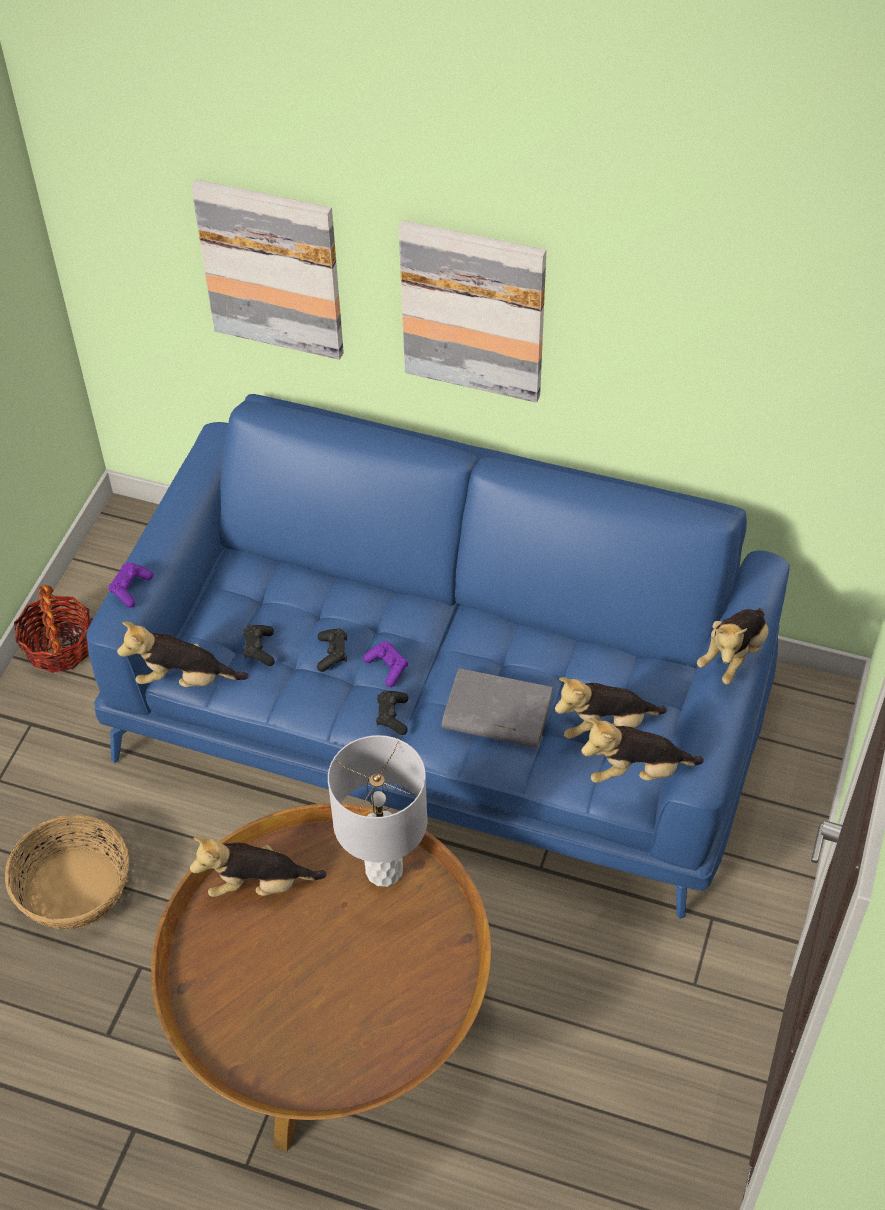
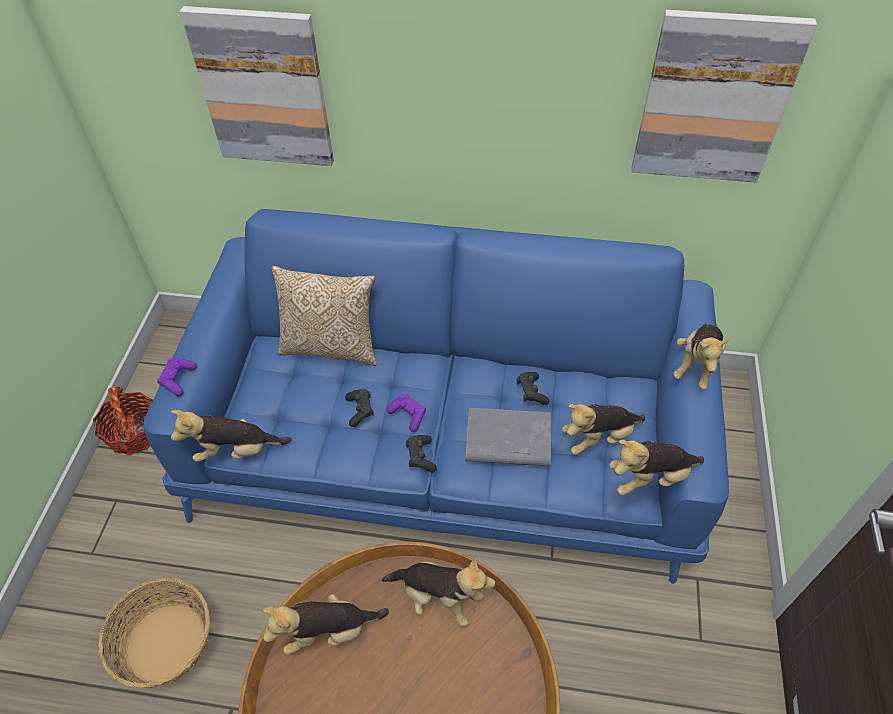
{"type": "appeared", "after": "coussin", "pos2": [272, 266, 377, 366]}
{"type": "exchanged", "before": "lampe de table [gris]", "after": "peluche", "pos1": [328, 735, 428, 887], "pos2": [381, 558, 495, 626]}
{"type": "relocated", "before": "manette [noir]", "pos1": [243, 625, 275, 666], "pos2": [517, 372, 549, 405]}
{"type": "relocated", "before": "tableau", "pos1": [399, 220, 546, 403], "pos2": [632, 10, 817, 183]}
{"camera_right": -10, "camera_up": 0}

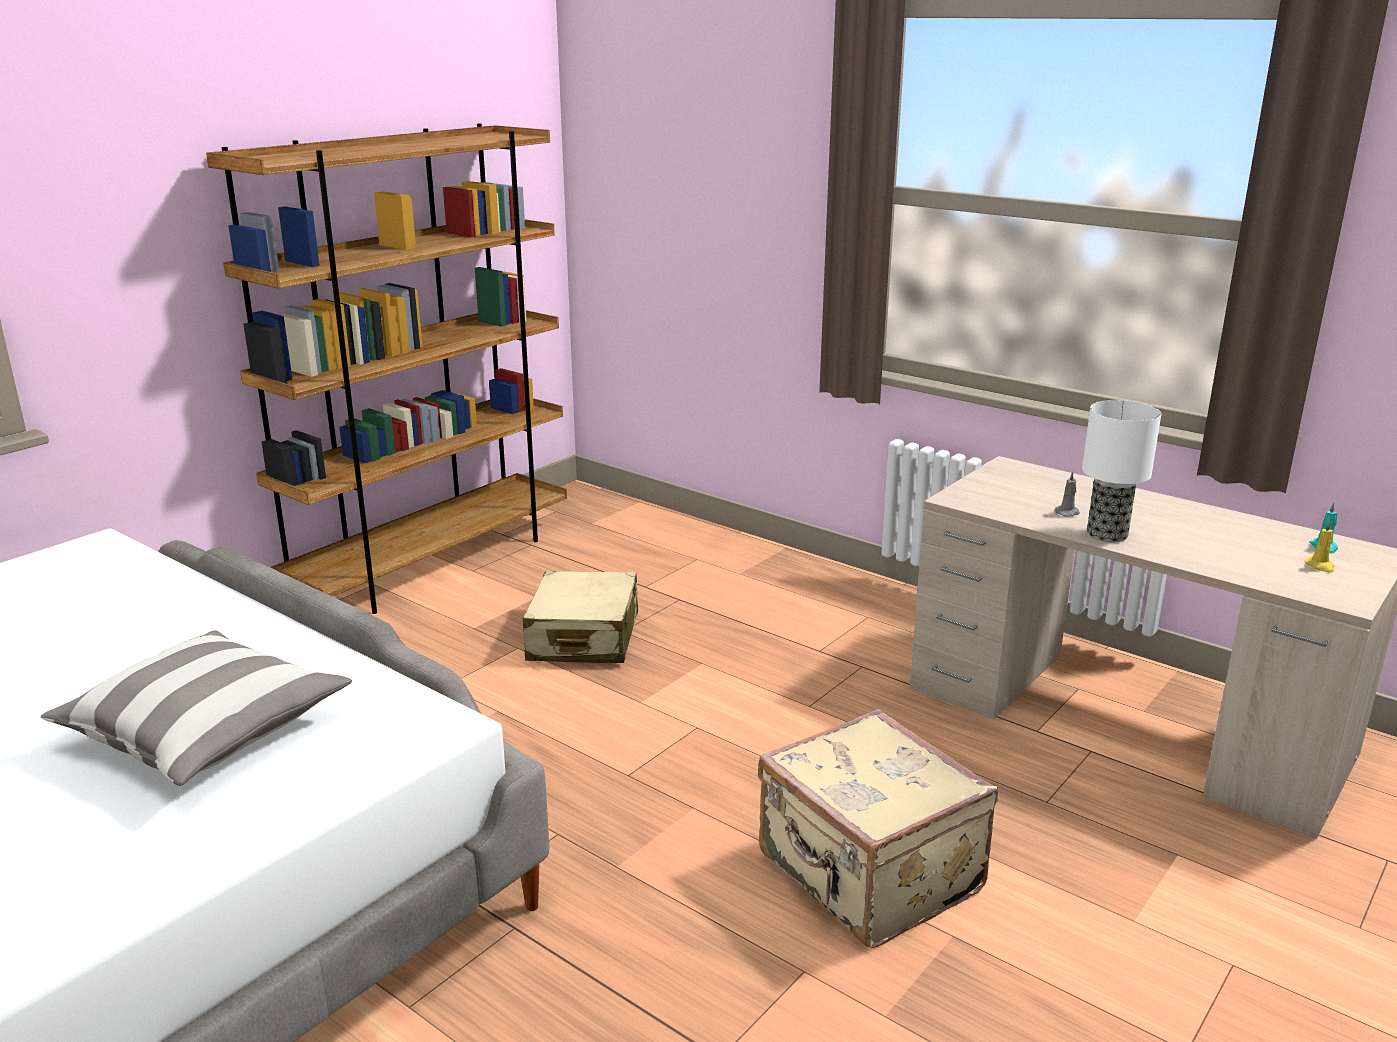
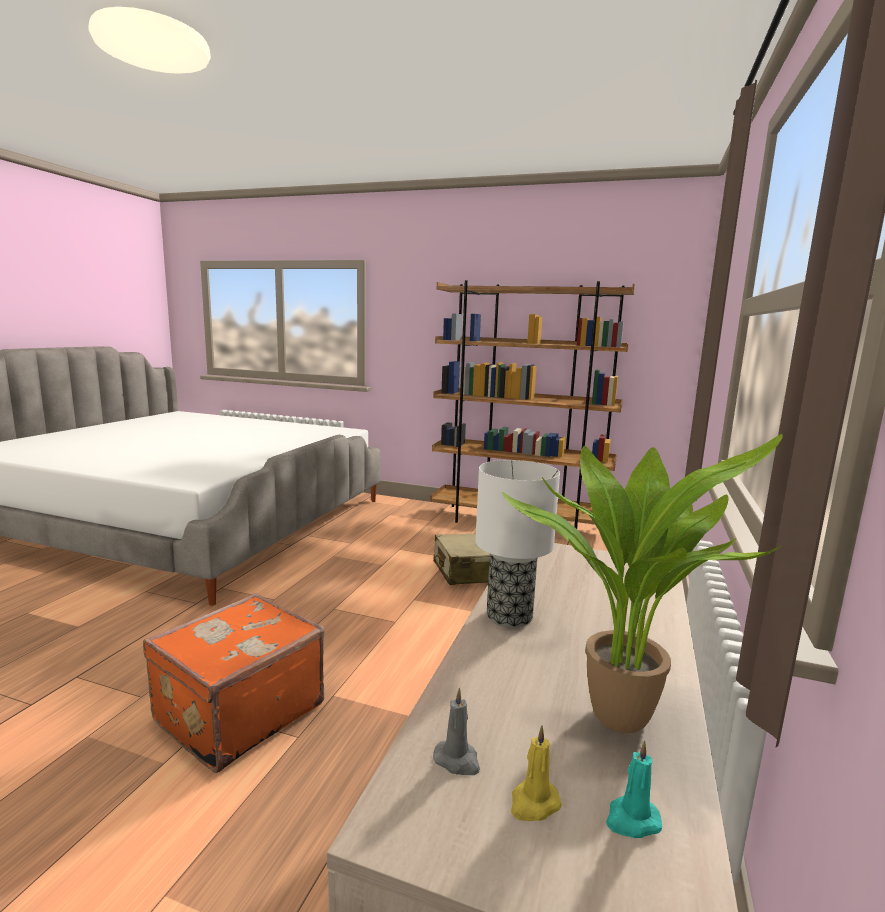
{"type": "colour", "before": "valise [beige]", "after": "valise [orange]", "pos1": [758, 709, 998, 948], "pos2": [143, 593, 325, 773]}
{"type": "relocated", "before": "bougie [gris]", "pos1": [1054, 471, 1080, 517], "pos2": [433, 687, 480, 775]}
{"type": "appeared", "after": "plante en pot", "pos2": [502, 434, 783, 733]}
{"type": "missing", "before": "coussin", "pos1": [40, 630, 352, 786]}
{"camera_right": 70, "camera_up": -10}

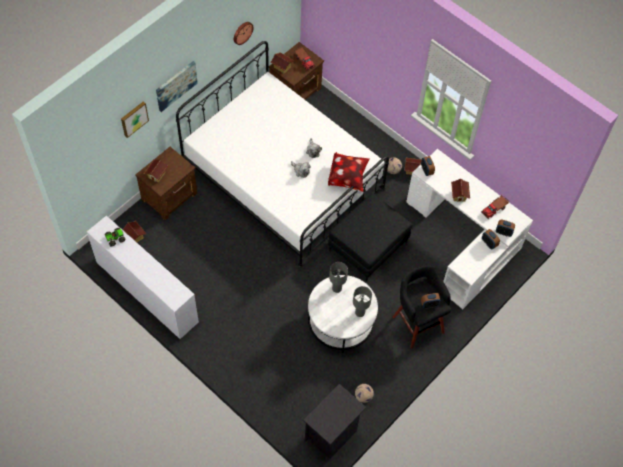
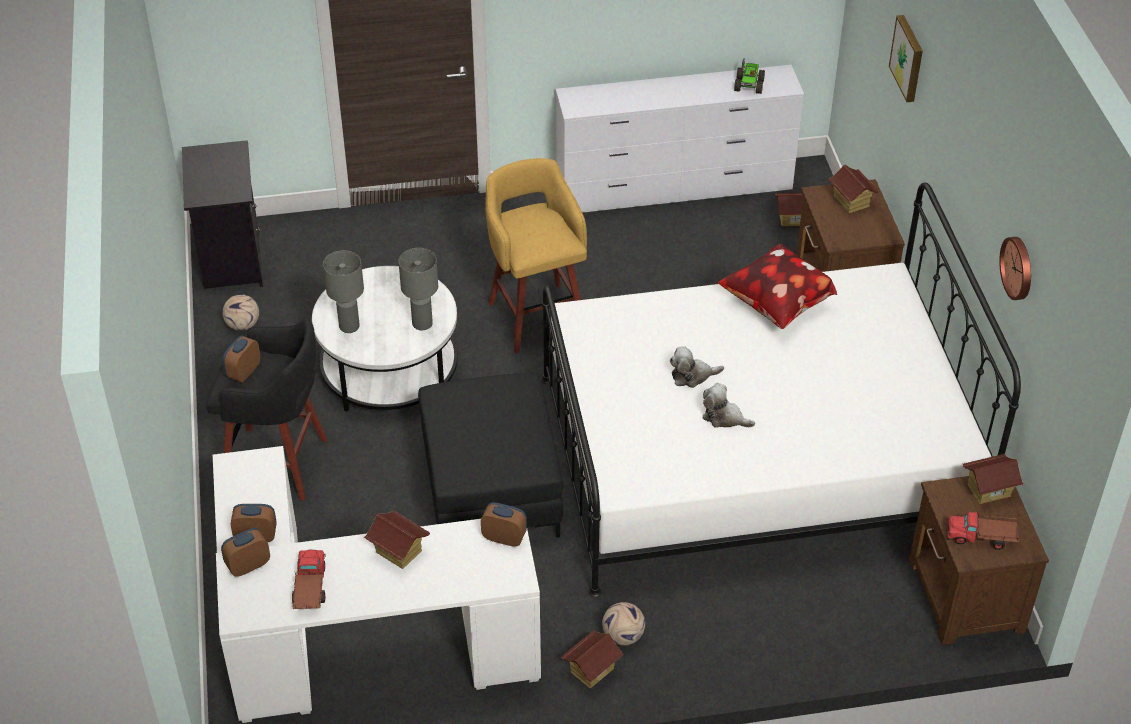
{"type": "appeared", "after": "tabouret [jaune]", "pos2": [485, 158, 587, 354]}
{"type": "relocated", "before": "coussin", "pos1": [328, 152, 370, 192], "pos2": [718, 244, 837, 329]}
{"type": "missing", "before": "tableau", "pos1": [156, 61, 198, 112]}
{"camera_right": 130, "camera_up": -15}

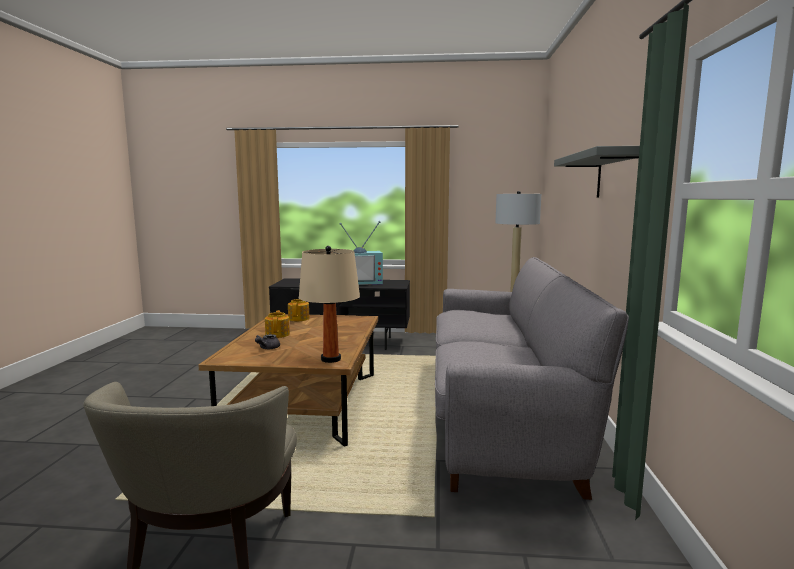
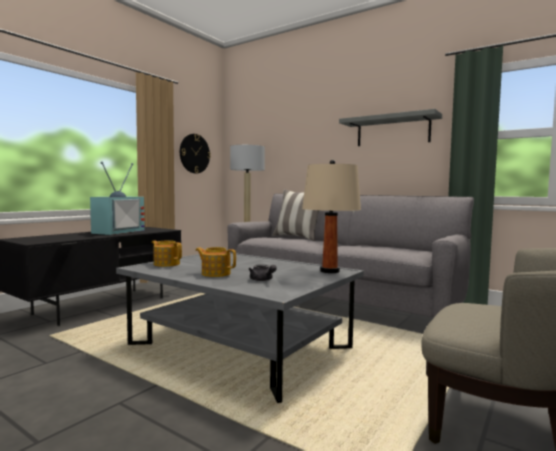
{"type": "colour", "before": "table basse [marron]", "after": "table basse [gris]", "pos1": [198, 314, 378, 447], "pos2": [116, 253, 364, 403]}
{"type": "appeared", "after": "horloge murale", "pos2": [180, 134, 211, 173]}
{"type": "appeared", "after": "coussin", "pos2": [272, 189, 319, 241]}
{"camera_right": -60, "camera_up": -5}

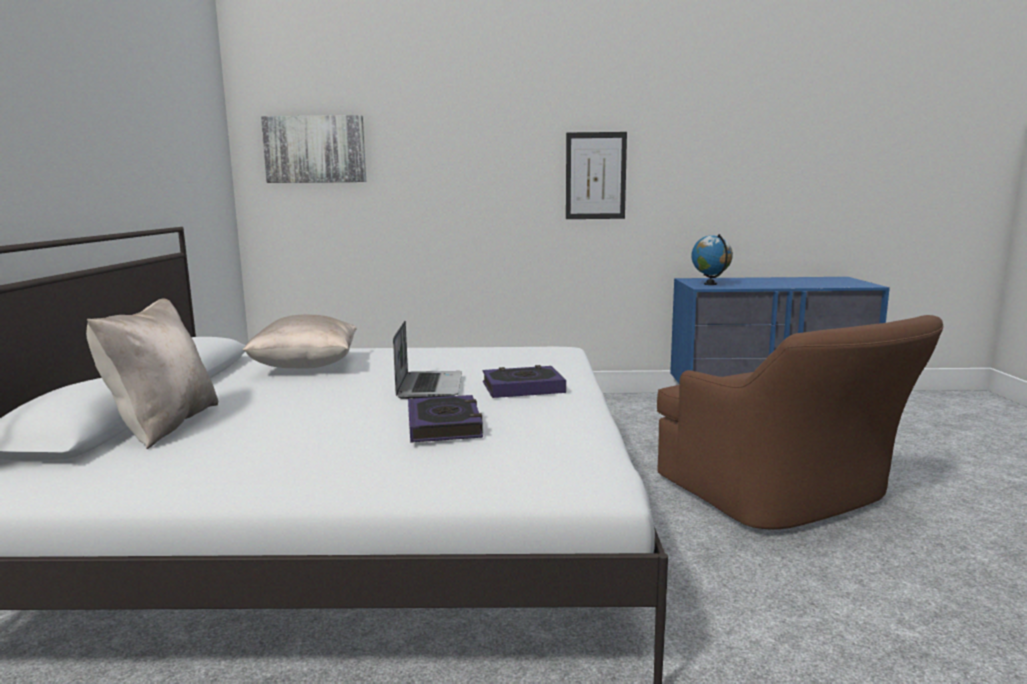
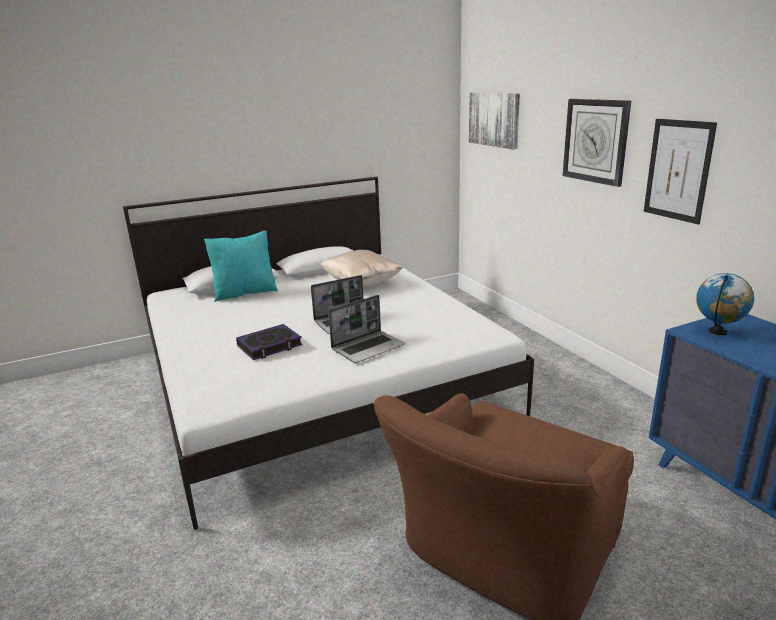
{"type": "colour", "before": "coussin [beige]", "after": "coussin [turquoise]", "pos1": [86, 298, 218, 449], "pos2": [204, 231, 278, 302]}
{"type": "exchanged", "before": "livre", "after": "ordinateur portable", "pos1": [483, 365, 566, 398], "pos2": [328, 295, 405, 363]}
{"type": "appeared", "after": "horloge murale", "pos2": [563, 99, 631, 187]}
{"camera_right": 65, "camera_up": 10}

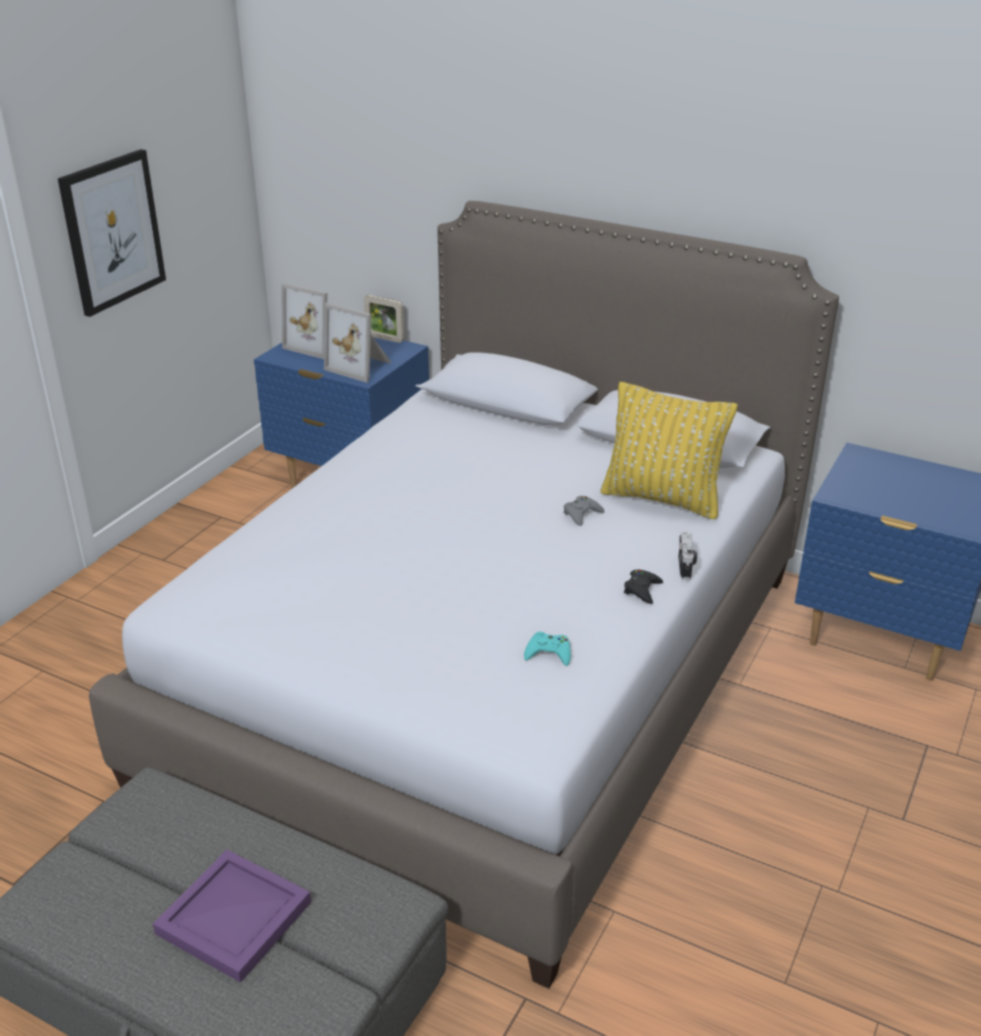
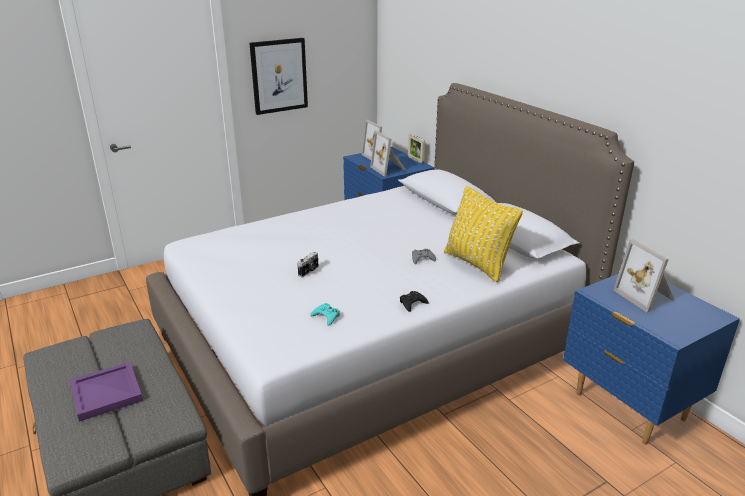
{"type": "relocated", "before": "appareil photo", "pos1": [678, 532, 697, 580], "pos2": [298, 252, 319, 277]}
{"type": "appeared", "after": "cadre photo", "pos2": [613, 239, 674, 313]}
{"camera_right": 30, "camera_up": -5}

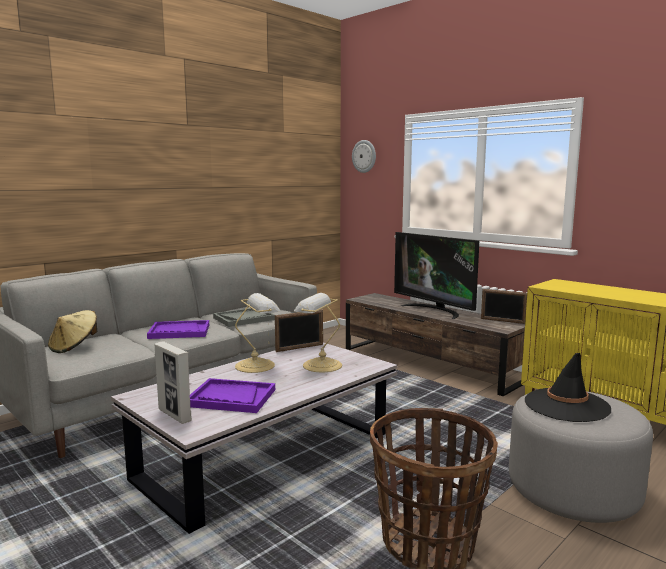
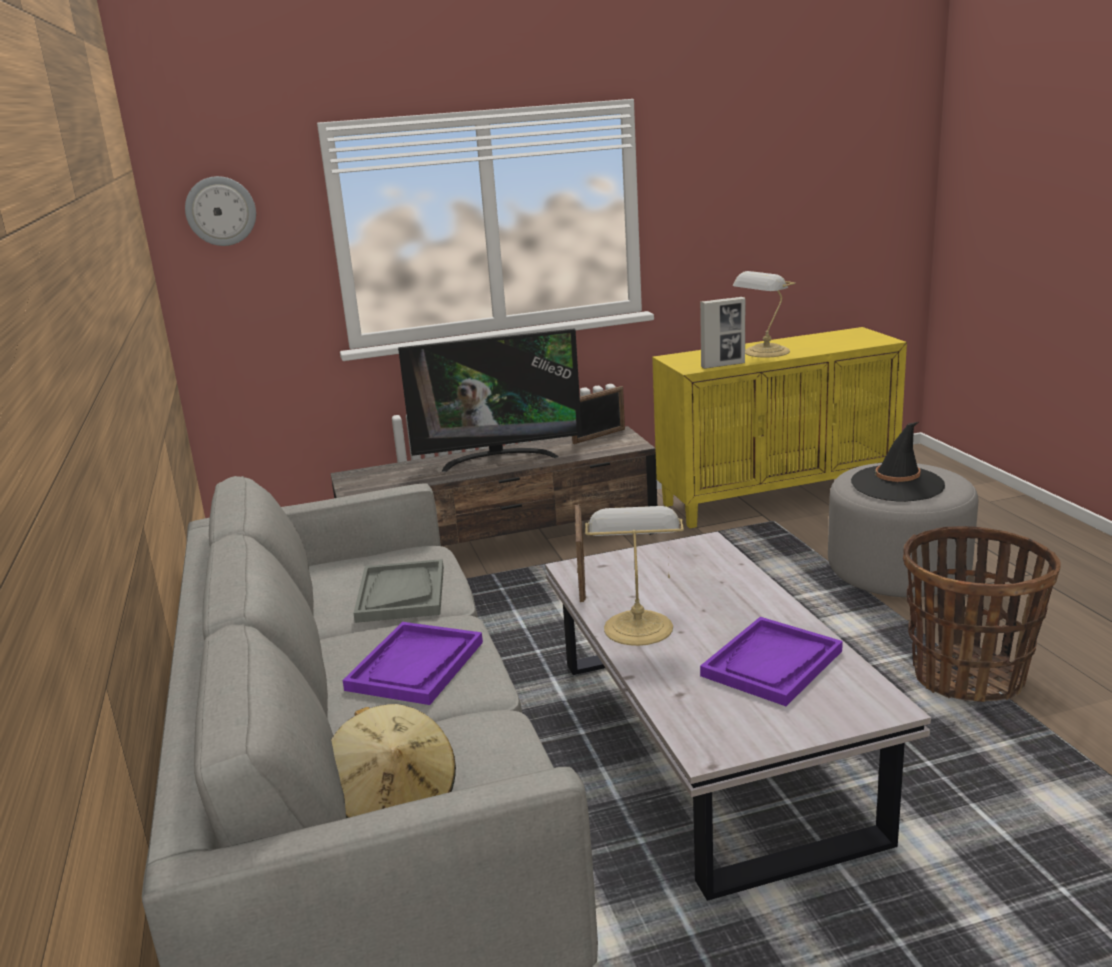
{"type": "relocated", "before": "cadre photo", "pos1": [155, 341, 192, 424], "pos2": [700, 297, 745, 369]}
{"type": "relocated", "before": "lampe de table", "pos1": [294, 293, 342, 372], "pos2": [733, 271, 795, 358]}
{"camera_right": -60, "camera_up": 10}

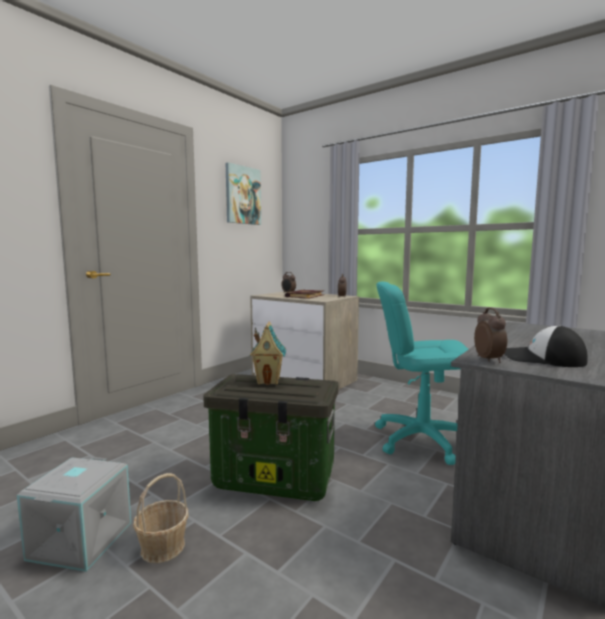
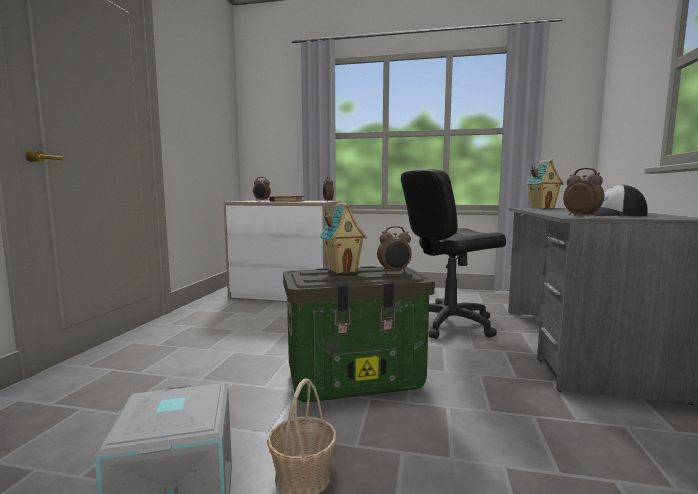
{"type": "appeared", "after": "réveil", "pos2": [377, 226, 412, 273]}
{"type": "colour", "before": "chaise de bureau [turquoise]", "after": "chaise de bureau [noir]", "pos1": [375, 281, 469, 465], "pos2": [401, 169, 506, 339]}
{"type": "appeared", "after": "maison miniature", "pos2": [526, 159, 564, 208]}
{"type": "missing", "before": "tableau", "pos1": [226, 162, 261, 225]}
{"camera_right": -25, "camera_up": 0}

